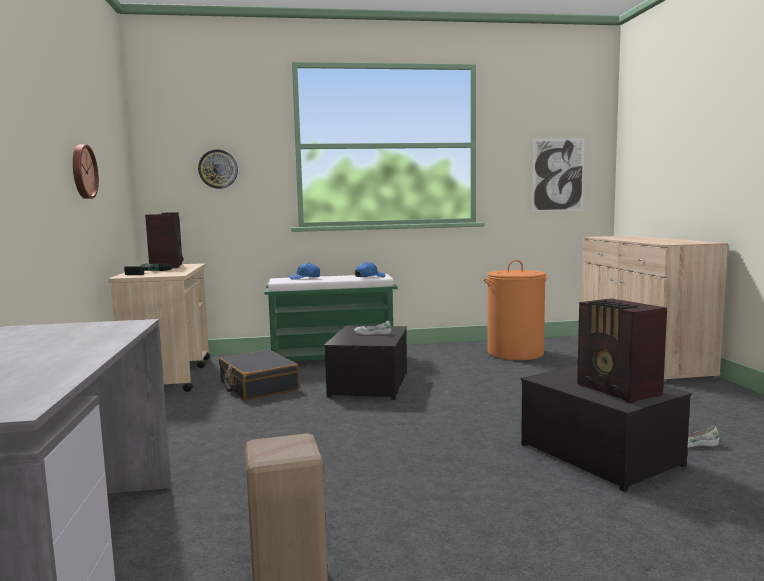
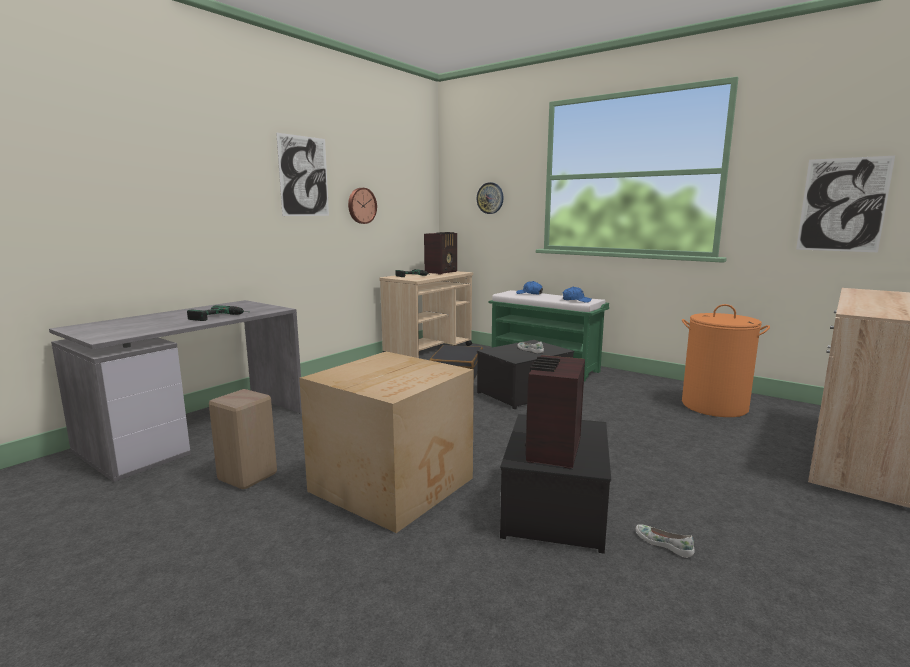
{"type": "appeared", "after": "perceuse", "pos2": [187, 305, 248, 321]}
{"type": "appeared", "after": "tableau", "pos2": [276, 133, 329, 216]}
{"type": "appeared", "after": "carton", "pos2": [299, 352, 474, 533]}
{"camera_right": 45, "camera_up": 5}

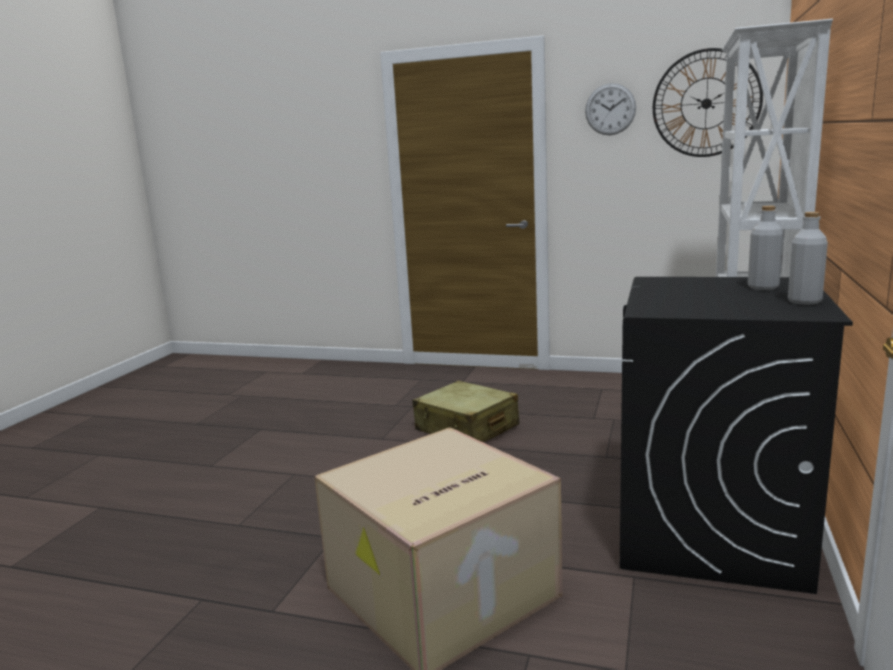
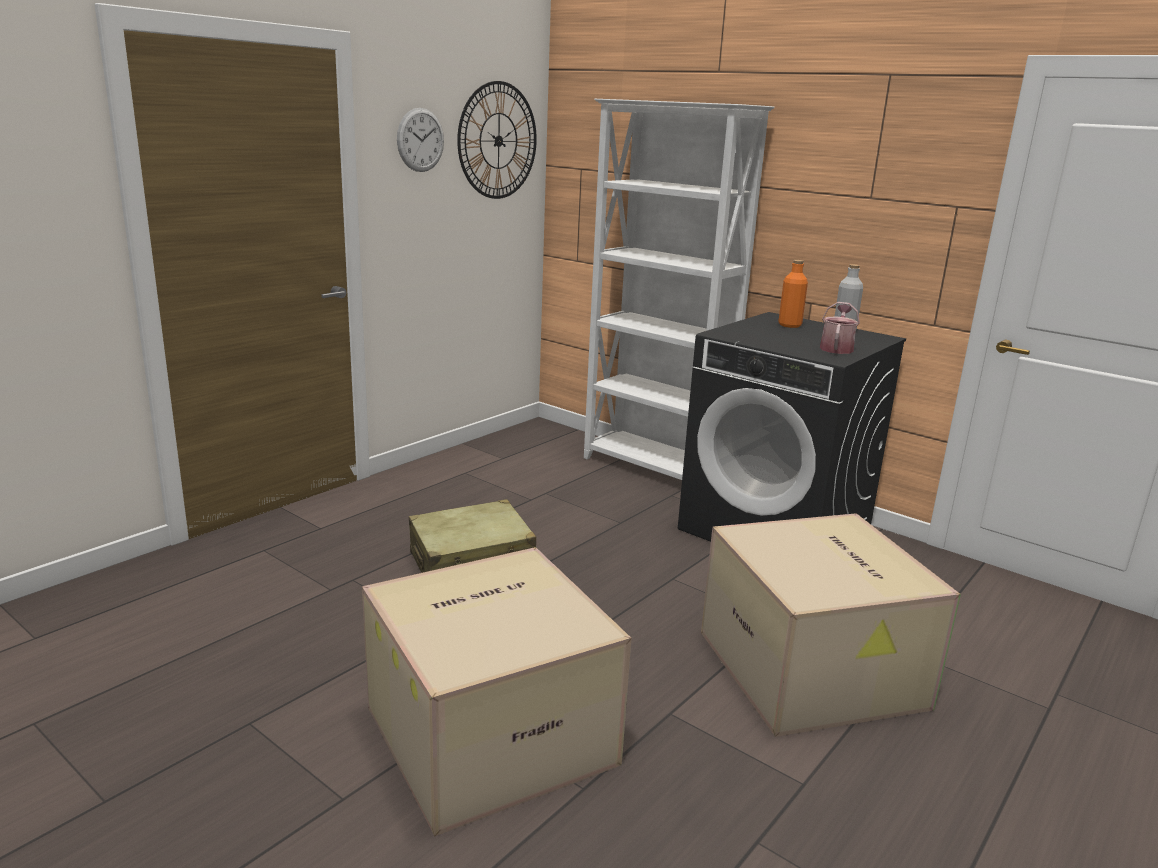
{"type": "appeared", "after": "carton", "pos2": [362, 547, 631, 836]}
{"type": "colour", "before": "bouteille [gris]", "after": "bouteille [orange]", "pos1": [748, 206, 783, 290], "pos2": [778, 260, 808, 328]}
{"type": "appeared", "after": "arrosoir", "pos2": [820, 302, 860, 354]}
{"camera_right": -70, "camera_up": 5}

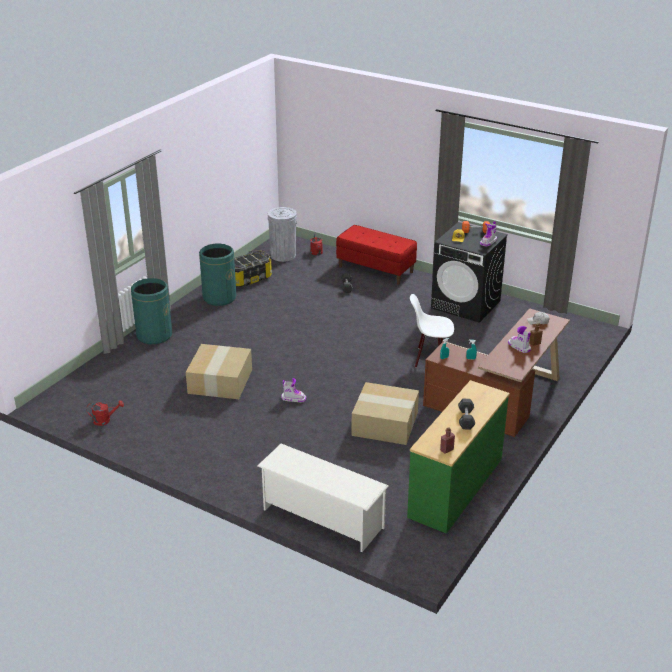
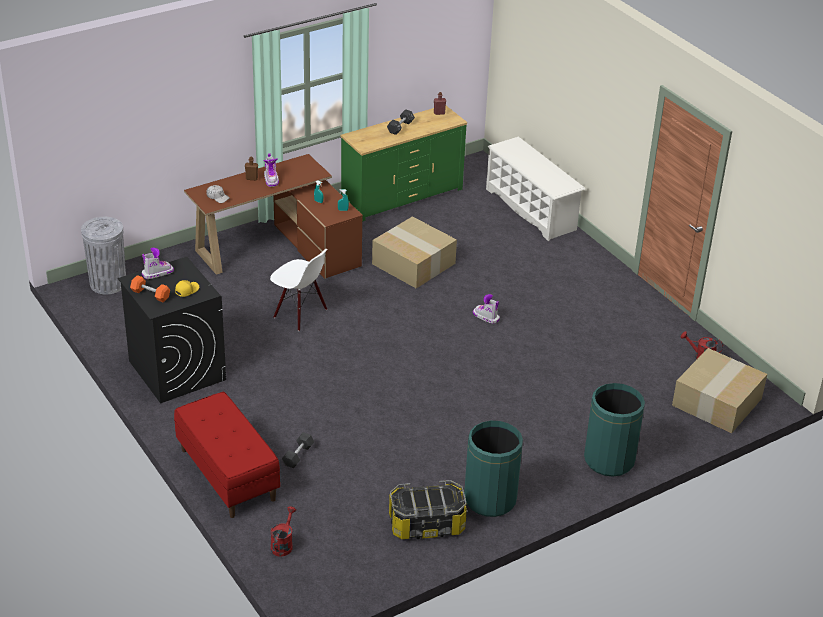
{"type": "relocated", "before": "poubelle [gris]", "pos1": [268, 207, 297, 262], "pos2": [81, 217, 126, 294]}
{"type": "relocated", "before": "carton", "pos1": [186, 344, 252, 399], "pos2": [672, 348, 767, 433]}
{"camera_right": -155, "camera_up": 5}

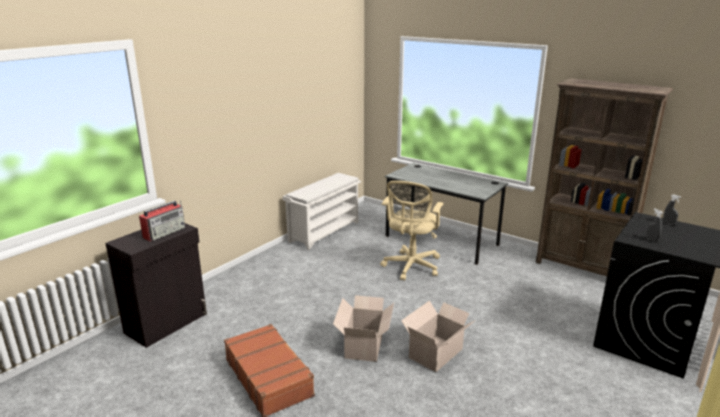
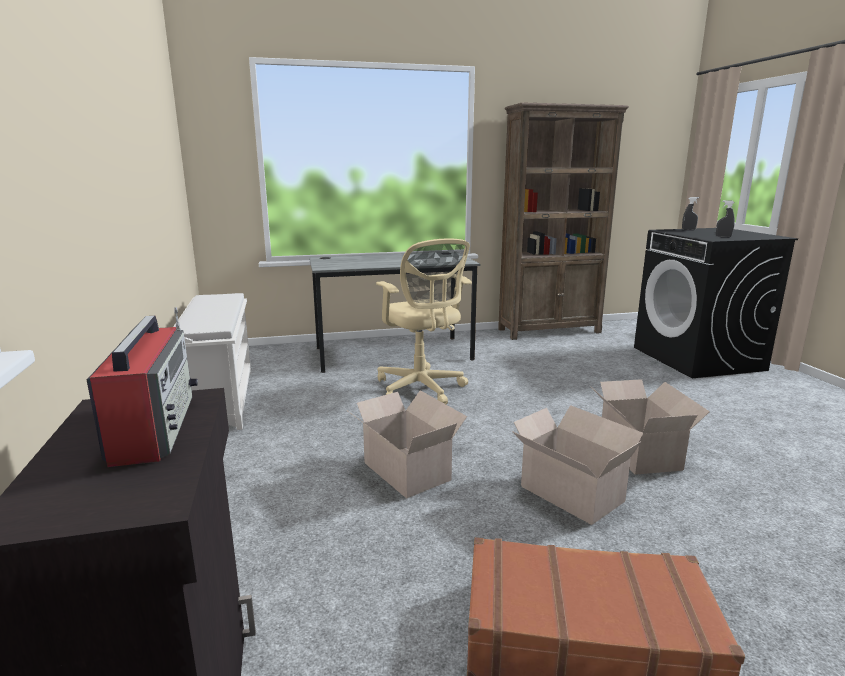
{"type": "appeared", "after": "carton", "pos2": [348, 390, 467, 499]}
{"camera_right": -50, "camera_up": -5}

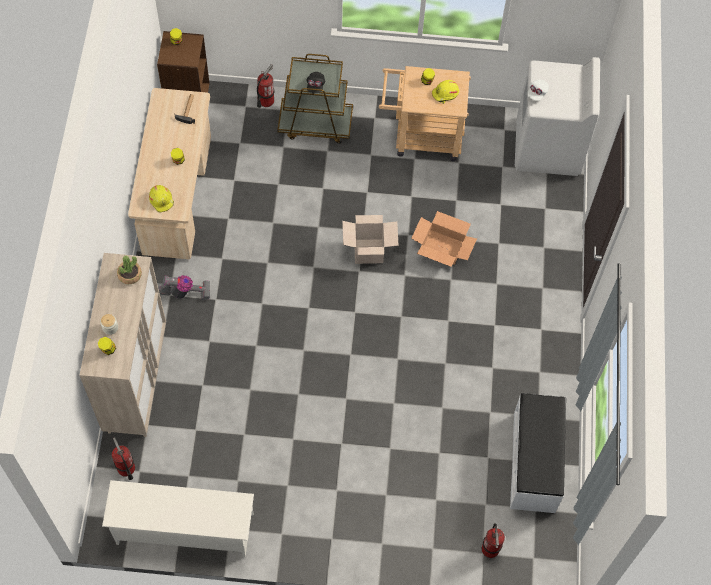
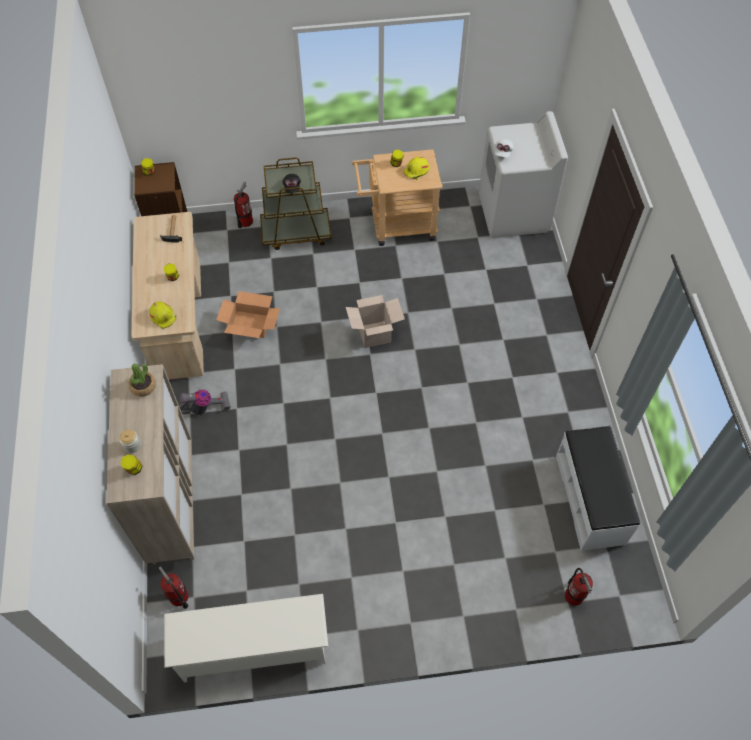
{"type": "relocated", "before": "carton", "pos1": [411, 211, 477, 267], "pos2": [216, 291, 280, 338]}
{"camera_right": -10, "camera_up": -5}

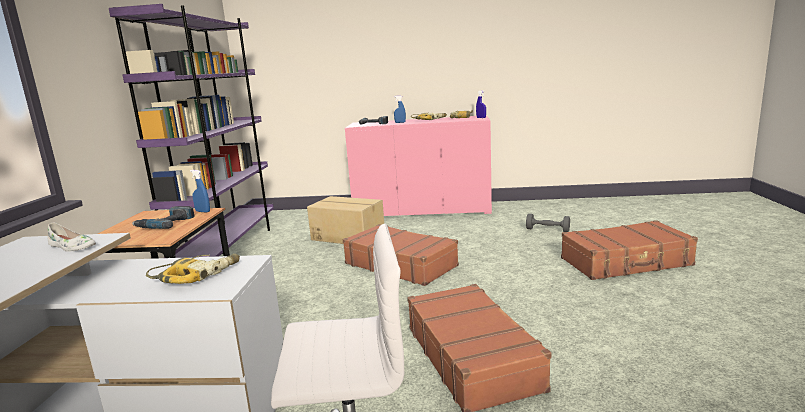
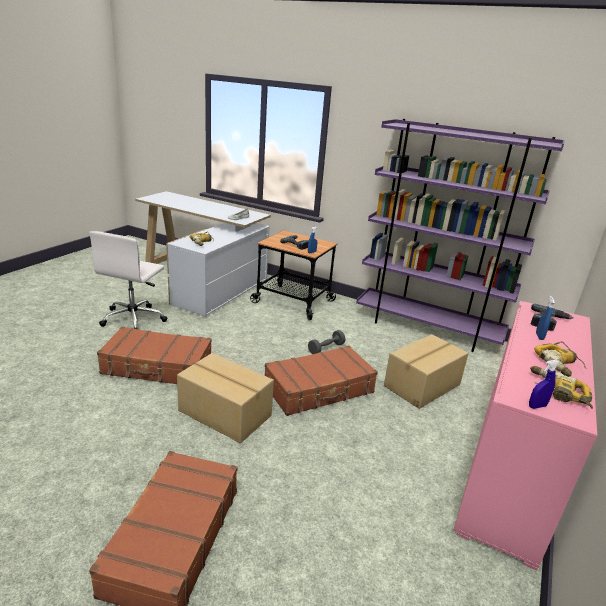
{"type": "appeared", "after": "carton", "pos2": [177, 353, 274, 443]}
{"type": "relocated", "before": "haltère [gris]", "pos1": [526, 214, 570, 232], "pos2": [308, 330, 345, 354]}
{"camera_right": 110, "camera_up": 10}

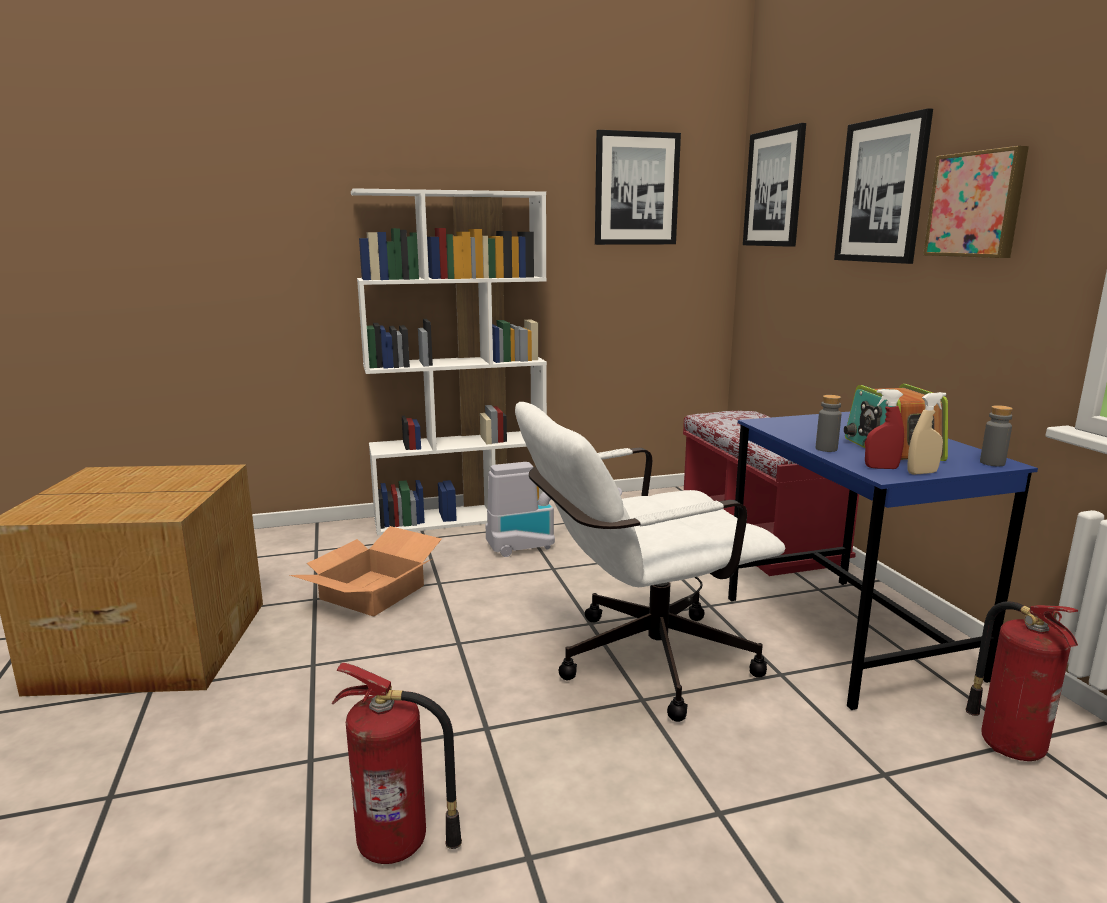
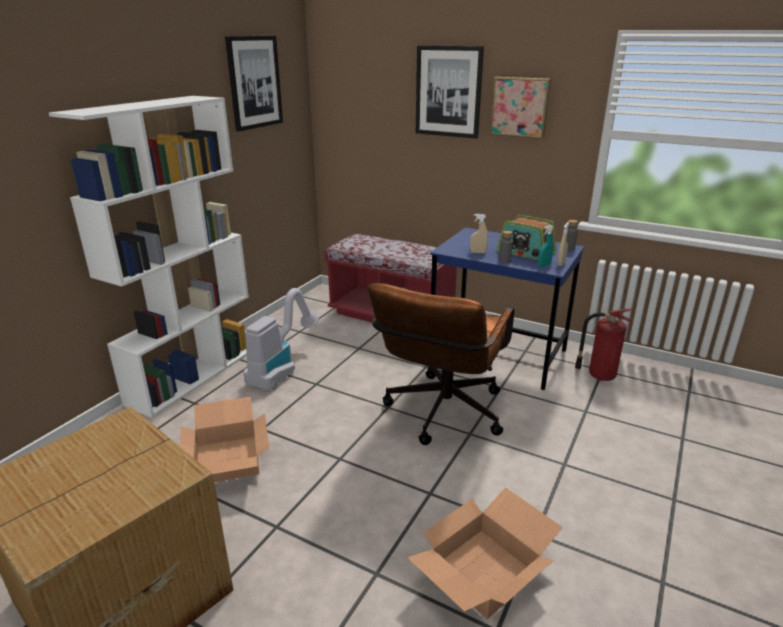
{"type": "colour", "before": "chaise de bureau [blanc]", "after": "chaise de bureau [marron]", "pos1": [515, 402, 785, 722], "pos2": [367, 283, 515, 445]}
{"type": "exchanged", "before": "extincteur", "after": "carton", "pos1": [332, 662, 462, 864], "pos2": [407, 487, 563, 619]}
{"type": "appeared", "after": "vaporisateur [beige]", "pos2": [470, 214, 488, 253]}
{"type": "colour", "before": "vaporisateur [rouge]", "after": "vaporisateur [turquoise]", "pos1": [865, 389, 904, 469], "pos2": [538, 225, 554, 268]}
{"type": "missing", "before": "tableau", "pos1": [743, 123, 806, 247]}
{"camera_right": -45, "camera_up": 10}

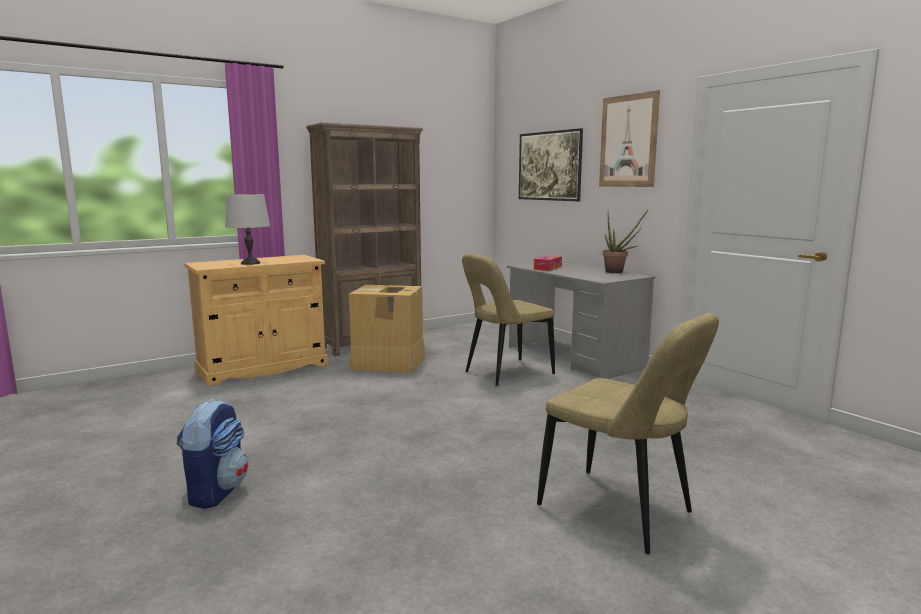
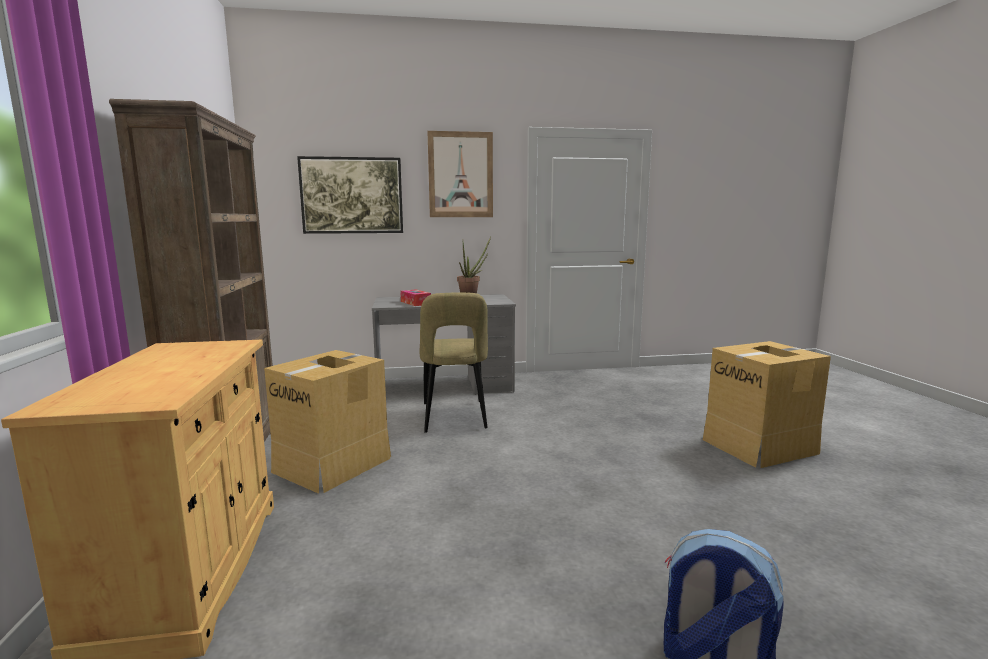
{"type": "exchanged", "before": "chaise [beige]", "after": "carton", "pos1": [537, 313, 719, 555], "pos2": [703, 341, 831, 468]}
{"type": "missing", "before": "lampe de table [gris]", "pos1": [225, 194, 270, 265]}
{"camera_right": -65, "camera_up": 0}

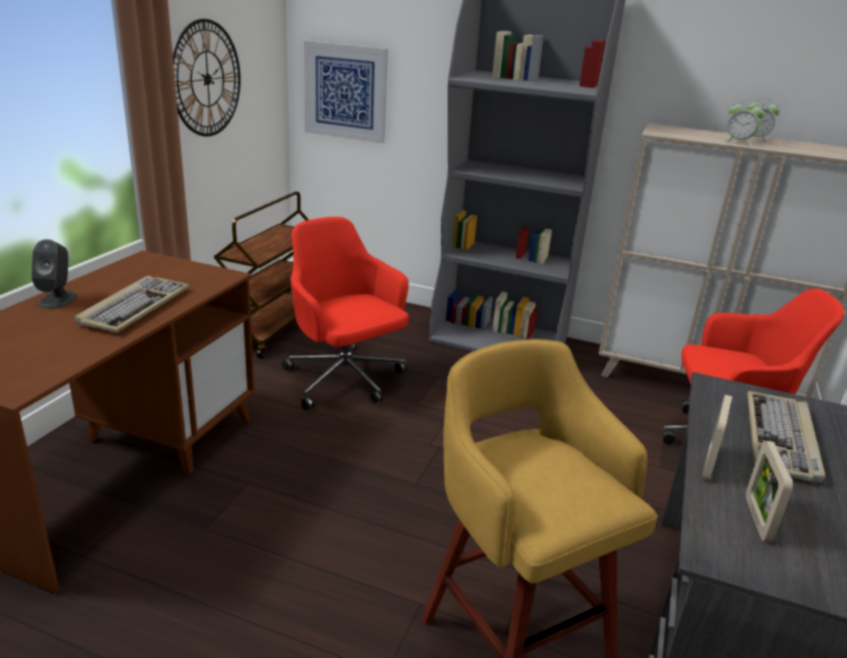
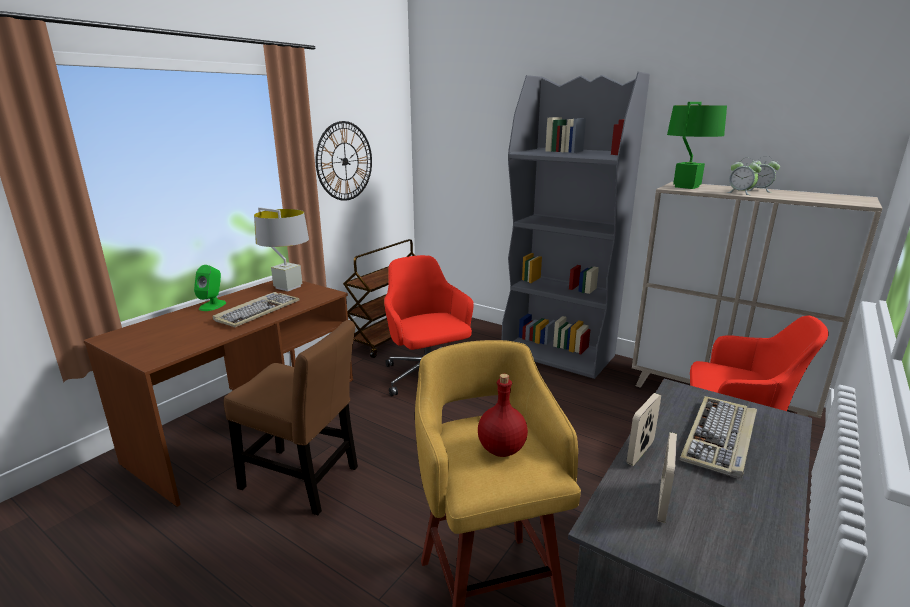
{"type": "colour", "before": "enceinte [gris]", "after": "enceinte [vert]", "pos1": [31, 239, 77, 309], "pos2": [194, 265, 226, 311]}
{"type": "appeared", "after": "chaise [marron]", "pos2": [224, 320, 358, 515]}
{"type": "appeared", "after": "lampe de table [gris]", "pos2": [254, 207, 309, 291]}
{"type": "appeared", "after": "bouteille [rouge]", "pos2": [478, 374, 528, 457]}
{"type": "appeared", "after": "lampe de table [vert]", "pos2": [667, 102, 727, 189]}
{"type": "missing", "before": "tableau", "pos1": [304, 41, 388, 143]}
{"camera_right": 15, "camera_up": -5}

